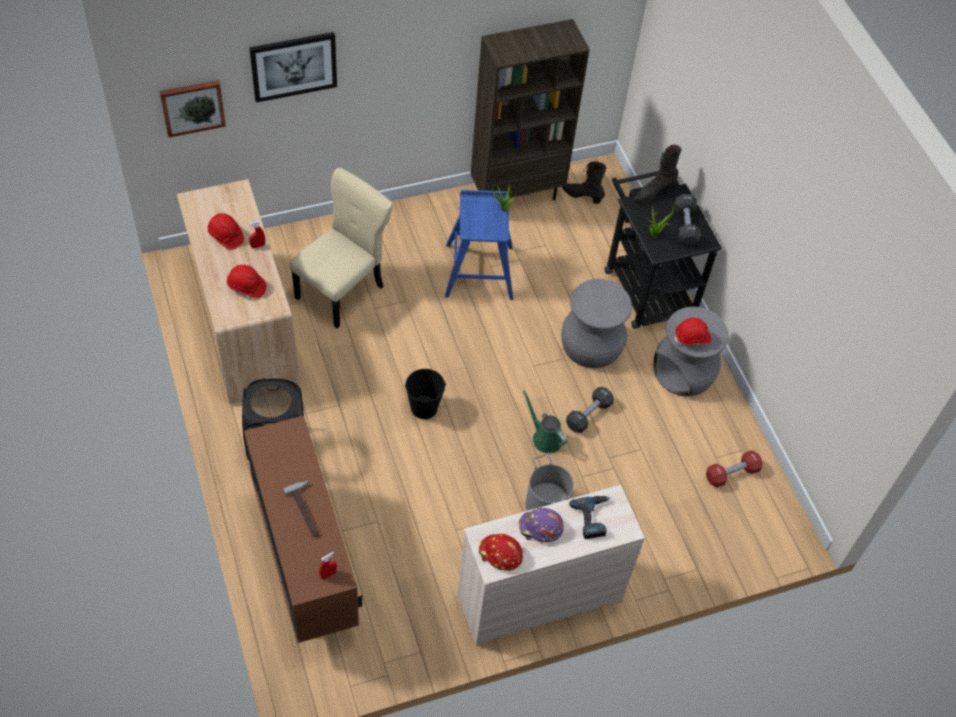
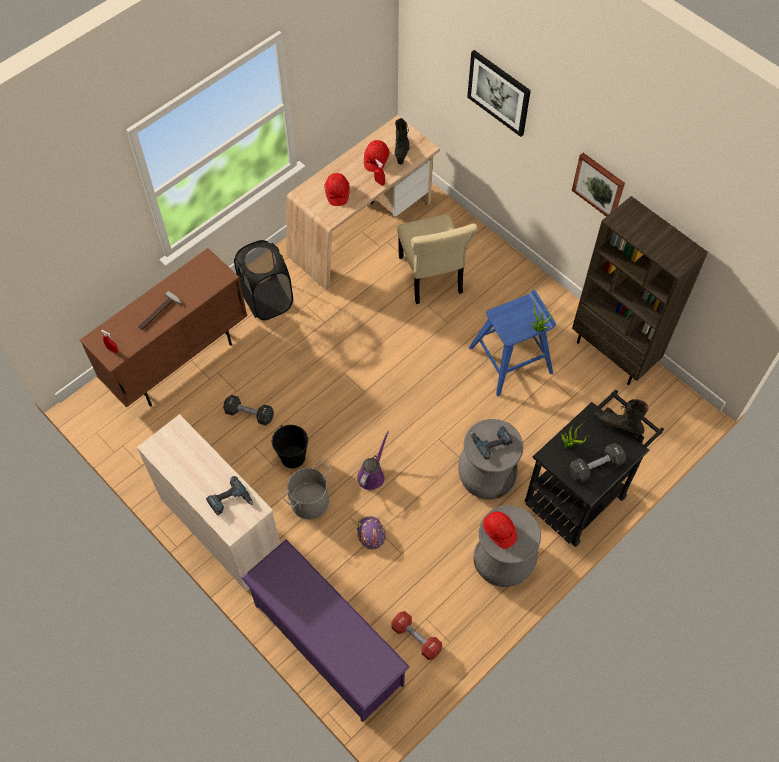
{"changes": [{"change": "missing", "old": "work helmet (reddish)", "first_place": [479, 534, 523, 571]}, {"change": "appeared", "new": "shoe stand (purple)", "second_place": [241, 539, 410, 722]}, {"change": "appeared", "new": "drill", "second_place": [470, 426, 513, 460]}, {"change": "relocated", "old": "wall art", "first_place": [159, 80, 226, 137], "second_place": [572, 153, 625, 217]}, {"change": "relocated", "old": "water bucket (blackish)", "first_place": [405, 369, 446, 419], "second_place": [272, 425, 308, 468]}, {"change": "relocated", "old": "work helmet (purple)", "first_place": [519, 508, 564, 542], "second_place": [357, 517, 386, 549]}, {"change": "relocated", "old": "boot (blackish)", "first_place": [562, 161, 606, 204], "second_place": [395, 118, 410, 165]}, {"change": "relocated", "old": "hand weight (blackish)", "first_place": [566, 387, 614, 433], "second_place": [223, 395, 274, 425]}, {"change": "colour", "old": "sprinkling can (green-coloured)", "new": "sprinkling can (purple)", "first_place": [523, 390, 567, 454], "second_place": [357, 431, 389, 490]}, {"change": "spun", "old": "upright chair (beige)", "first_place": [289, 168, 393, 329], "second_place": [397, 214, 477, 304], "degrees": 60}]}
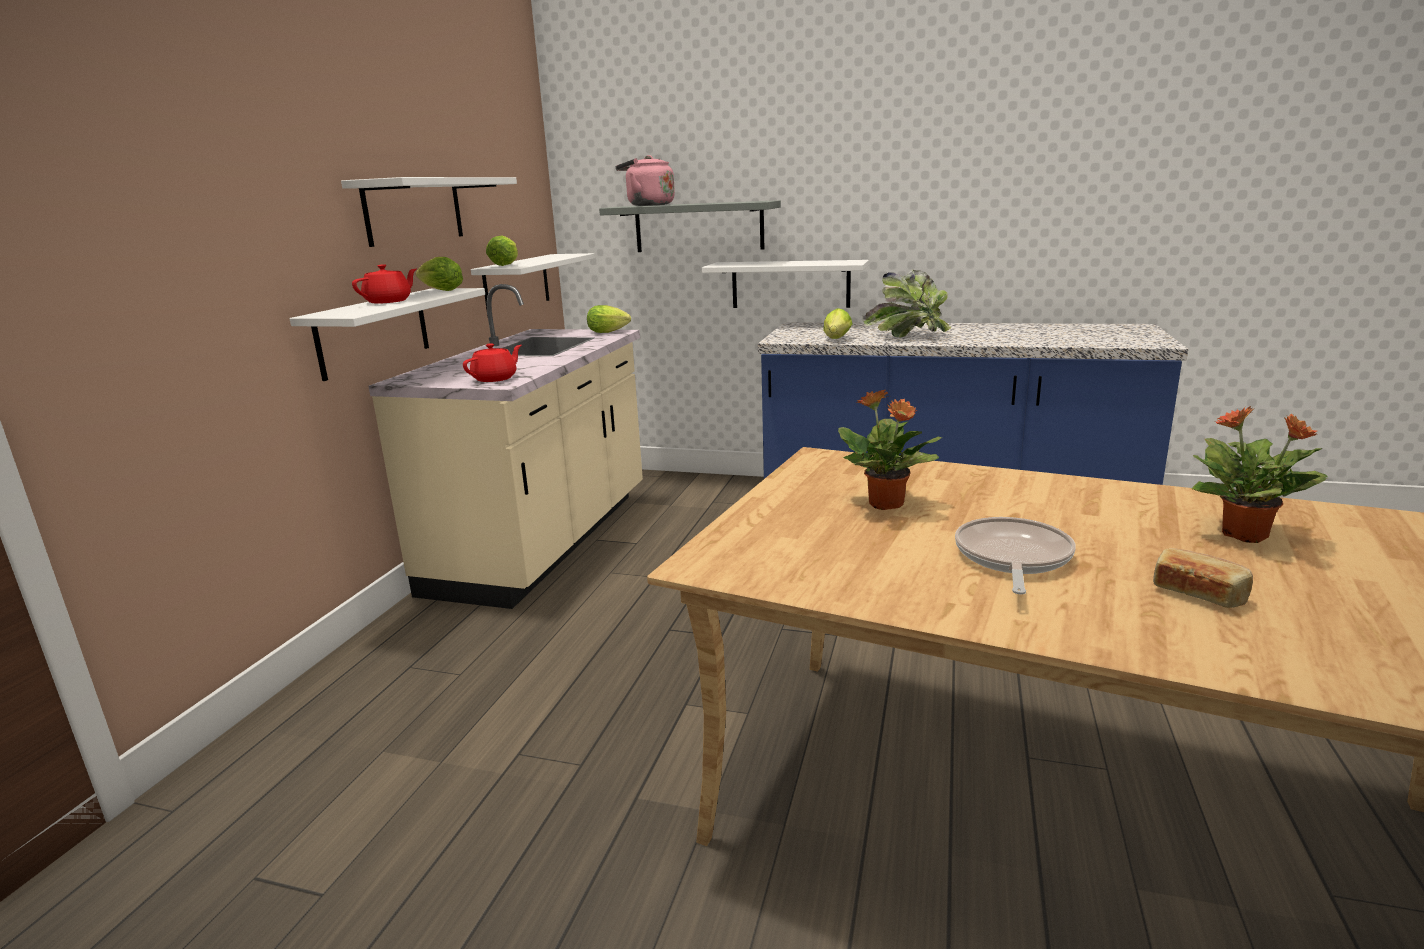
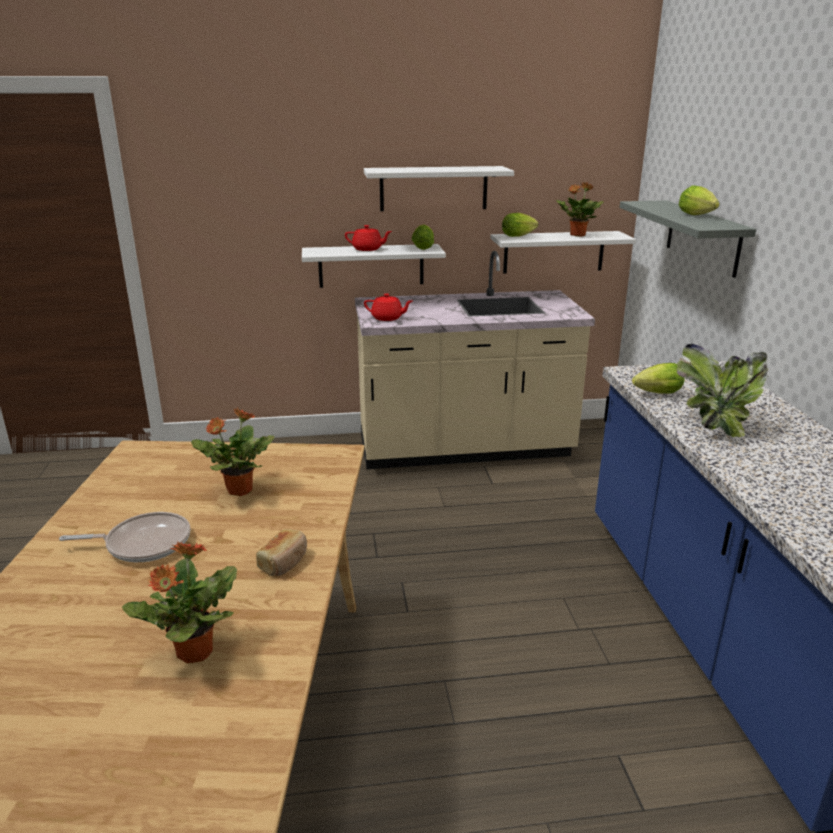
{"changes": [{"change": "missing", "old": "water kettle (pinkish)", "first_place": [615, 155, 675, 206]}, {"change": "missing", "old": "shelf (white)", "first_place": [702, 260, 869, 308]}, {"change": "appeared", "new": "houseplant", "second_place": [556, 182, 604, 237]}, {"change": "relocated", "old": "lettuce", "first_place": [587, 305, 631, 333], "second_place": [679, 186, 720, 215]}, {"change": "relocated", "old": "bakery bread", "first_place": [1153, 548, 1253, 608], "second_place": [256, 529, 307, 576]}]}
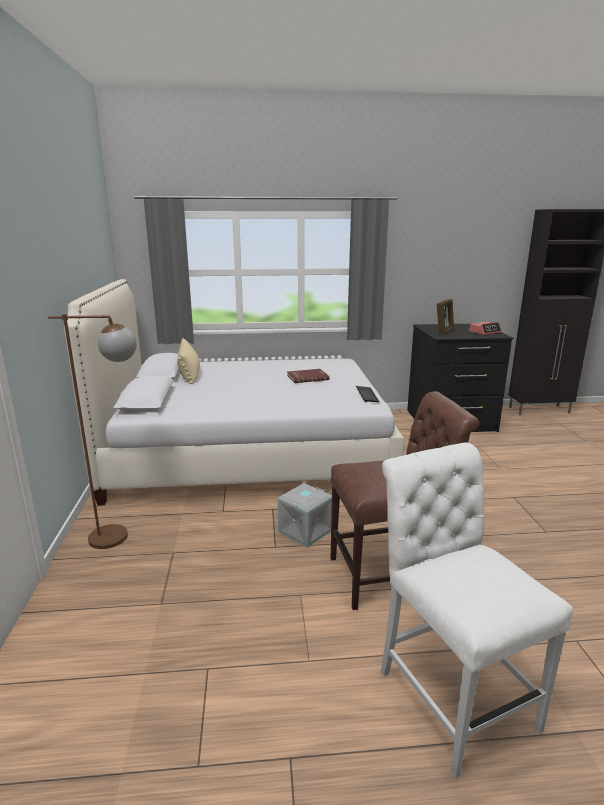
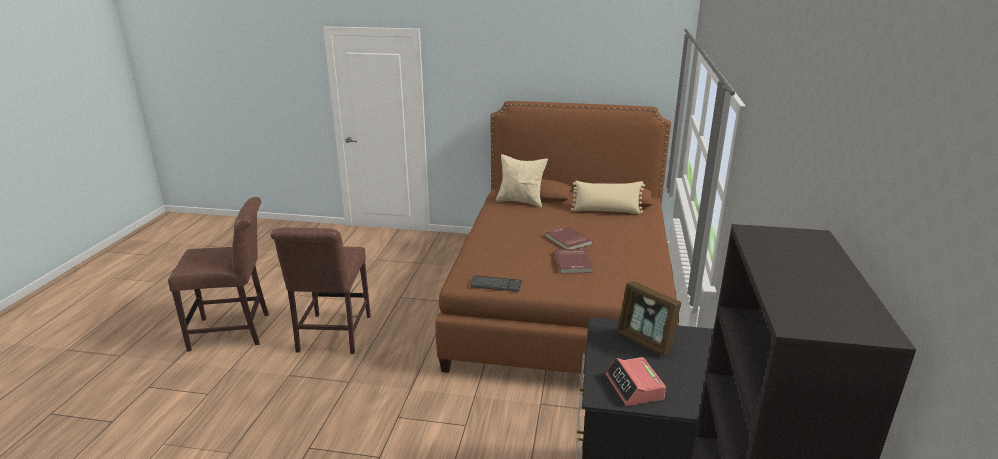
{"changes": [{"change": "missing", "old": "floor lamp (brown-coloured)", "first_place": [48, 314, 137, 549]}, {"change": "missing", "old": "storage box (gray)", "first_place": [277, 483, 332, 548]}, {"change": "appeared", "new": "pillow (beige)", "second_place": [496, 154, 548, 207]}, {"change": "appeared", "new": "volume (reddish)", "second_place": [546, 226, 593, 249]}, {"change": "colour", "old": "bed (white)", "new": "bed (brown-coloured)", "first_place": [64, 279, 404, 506], "second_place": [436, 101, 679, 374]}, {"change": "colour", "old": "upright chair (white)", "new": "upright chair (brown-coloured)", "first_place": [381, 442, 573, 778], "second_place": [168, 197, 269, 352]}]}
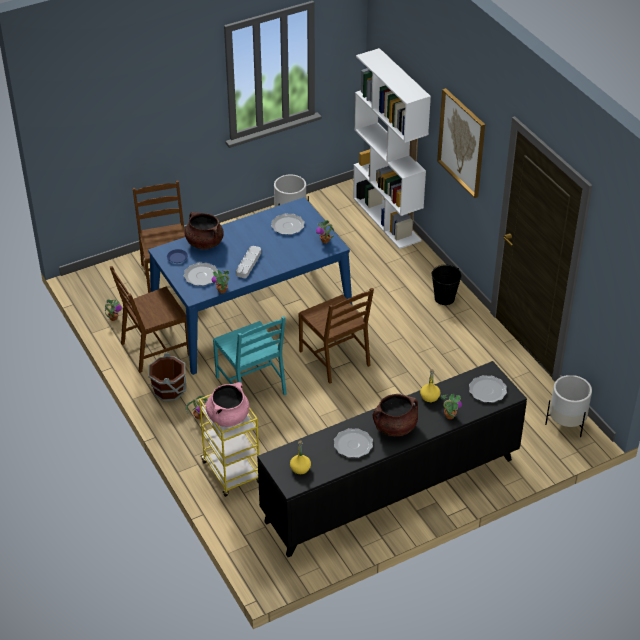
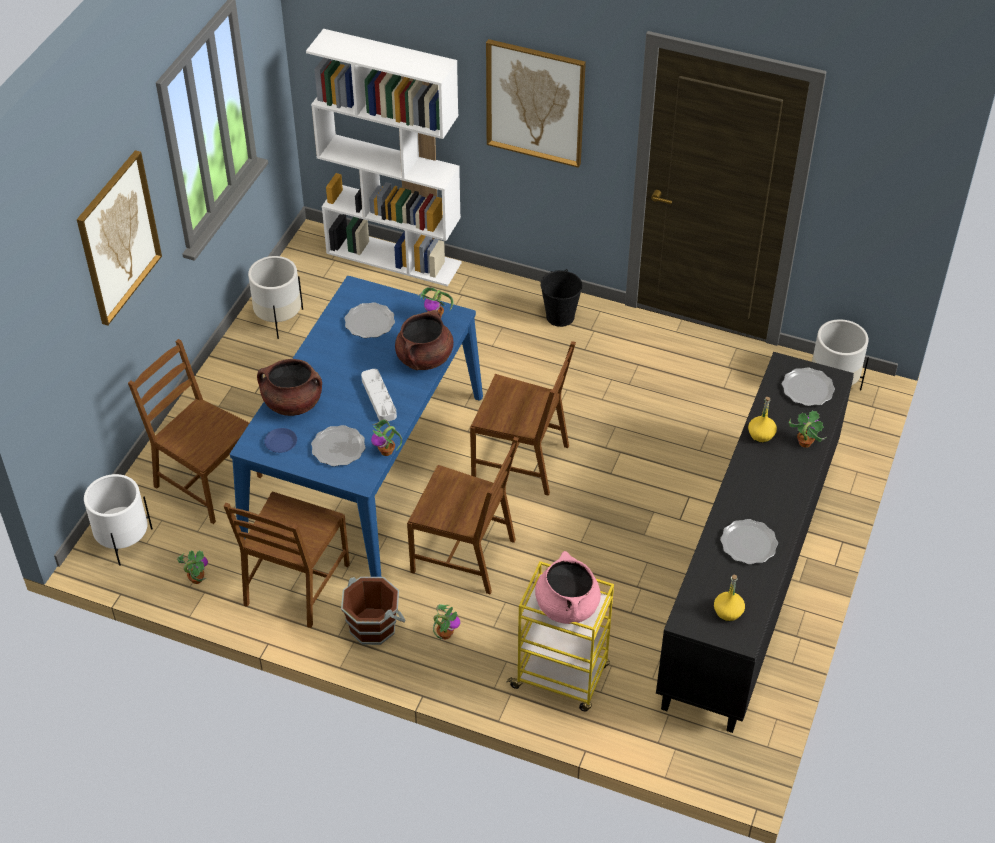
{"changes": [{"change": "appeared", "new": "wall art", "second_place": [77, 150, 162, 326]}, {"change": "appeared", "new": "flower pot (white)", "second_place": [84, 474, 153, 566]}, {"change": "relocated", "old": "cooking pot (brown-coloured)", "first_place": [373, 394, 418, 436], "second_place": [395, 310, 453, 370]}, {"change": "colour", "old": "upright chair (blue-green)", "new": "upright chair (brown-coloured)", "first_place": [213, 316, 287, 395], "second_place": [407, 437, 519, 594]}]}
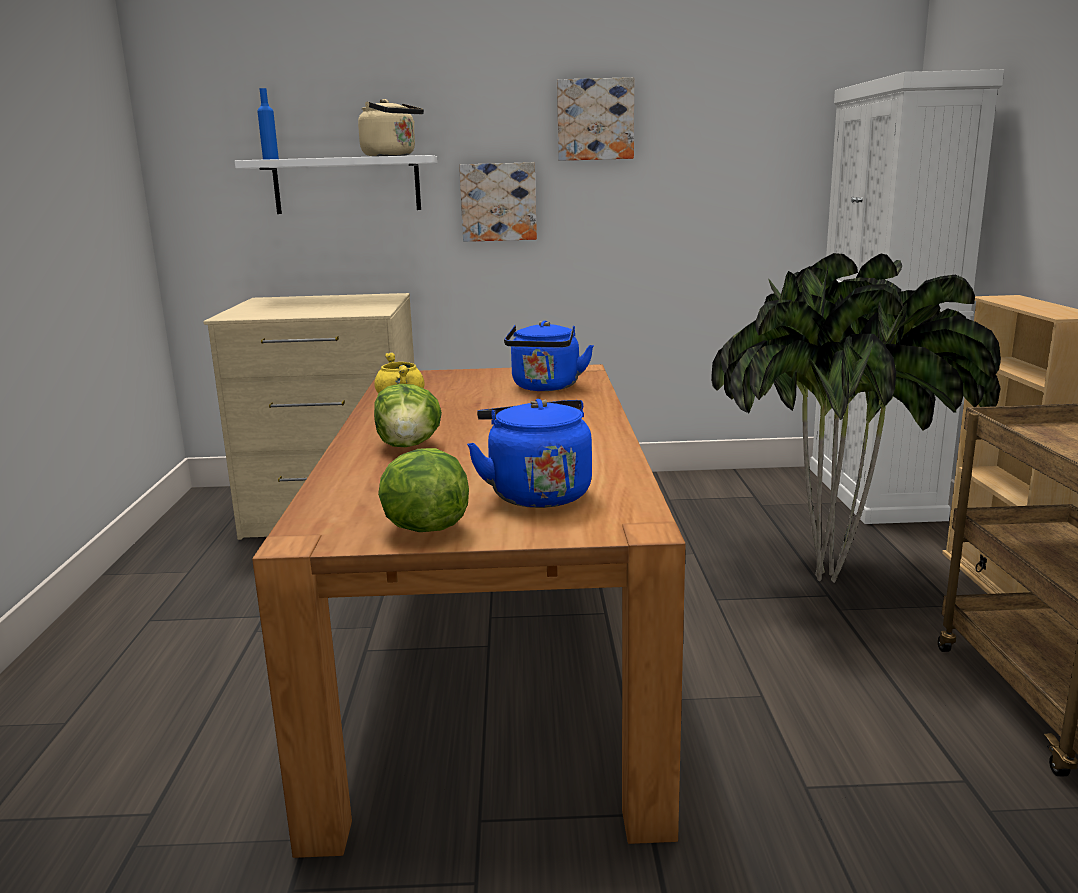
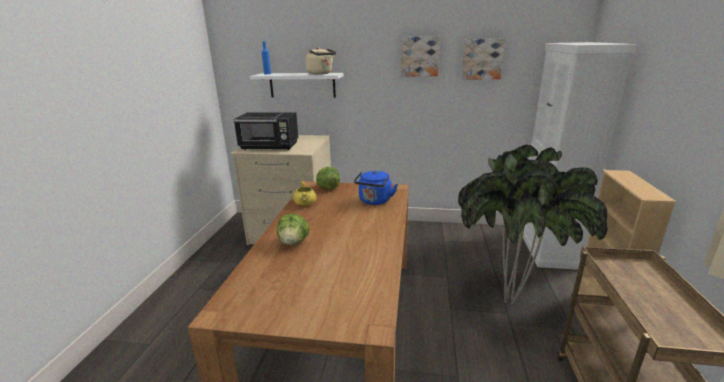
{"changes": [{"change": "missing", "old": "water kettle (blue)", "first_place": [467, 399, 592, 508]}, {"change": "appeared", "new": "kitchen microwave (blackish)", "second_place": [233, 112, 298, 150]}, {"change": "relocated", "old": "lettuce", "first_place": [378, 448, 469, 532], "second_place": [316, 167, 340, 189]}, {"change": "relocated", "old": "wall art", "first_place": [459, 162, 537, 242], "second_place": [461, 39, 505, 79]}]}
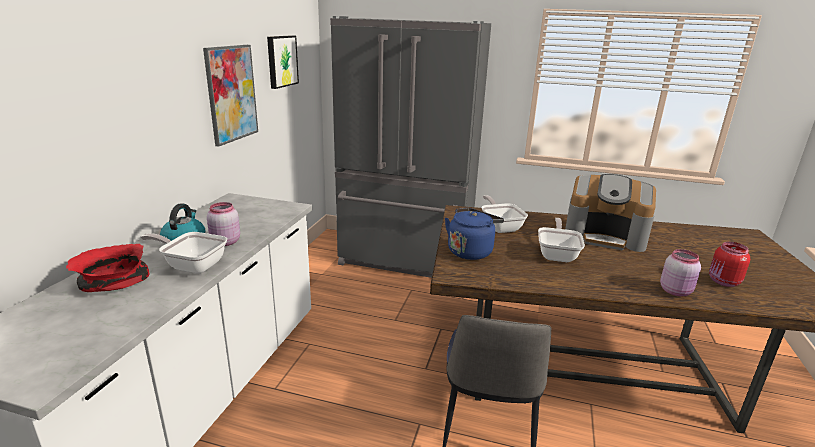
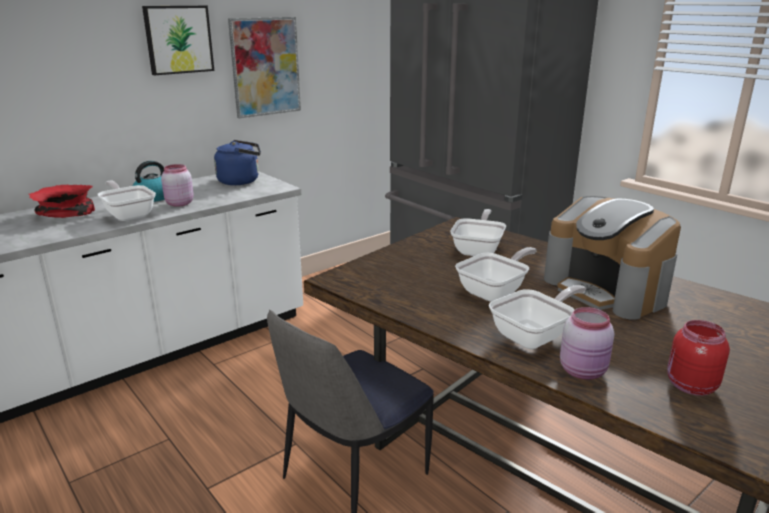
{"changes": [{"change": "appeared", "new": "pan", "second_place": [489, 285, 587, 349]}, {"change": "relocated", "old": "wall art", "first_place": [267, 35, 299, 89], "second_place": [142, 5, 214, 75]}, {"change": "relocated", "old": "water kettle (blue)", "first_place": [445, 208, 504, 260], "second_place": [214, 140, 261, 185]}]}
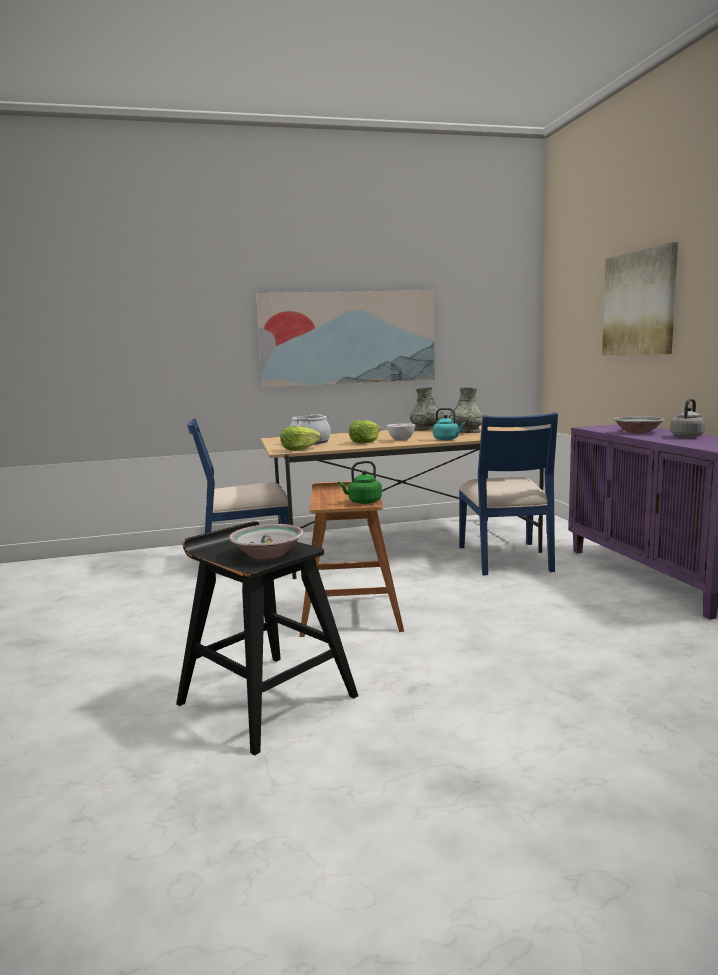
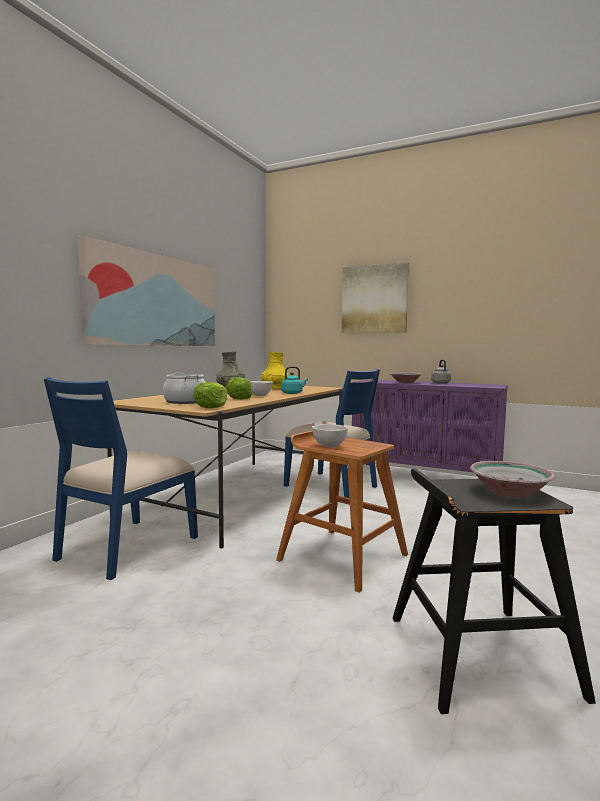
{"changes": [{"change": "missing", "old": "water kettle (green-coloured)", "first_place": [338, 461, 382, 504]}, {"change": "appeared", "new": "serving bowl (white)", "second_place": [312, 424, 348, 447]}, {"change": "colour", "old": "vase (gray)", "new": "vase (yellow)", "first_place": [448, 387, 483, 433], "second_place": [261, 352, 289, 389]}]}
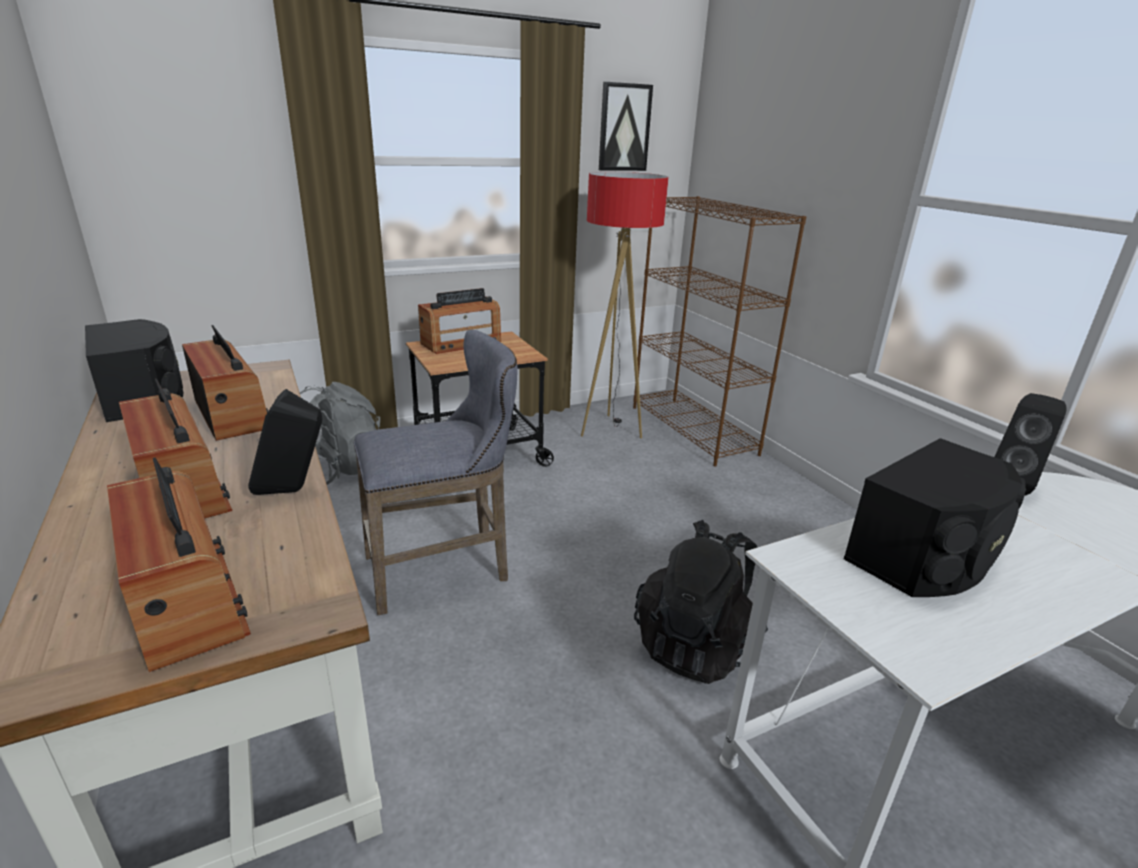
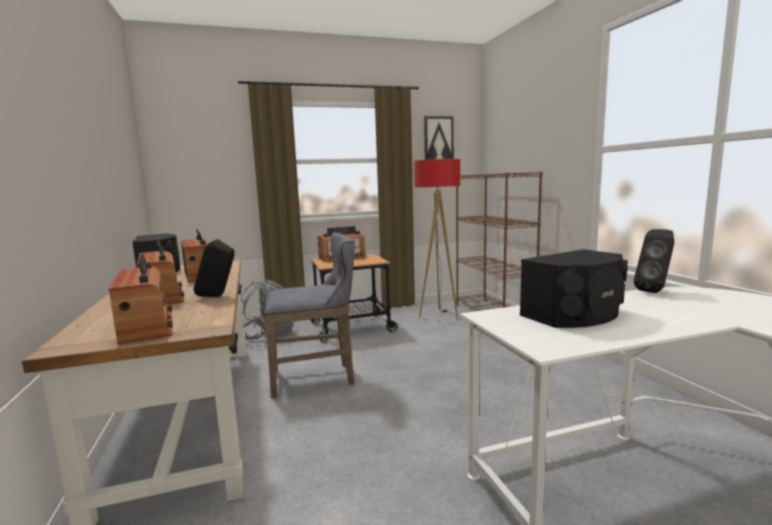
{"changes": [{"change": "missing", "old": "knapsack (blackish)", "first_place": [634, 520, 768, 684]}]}
